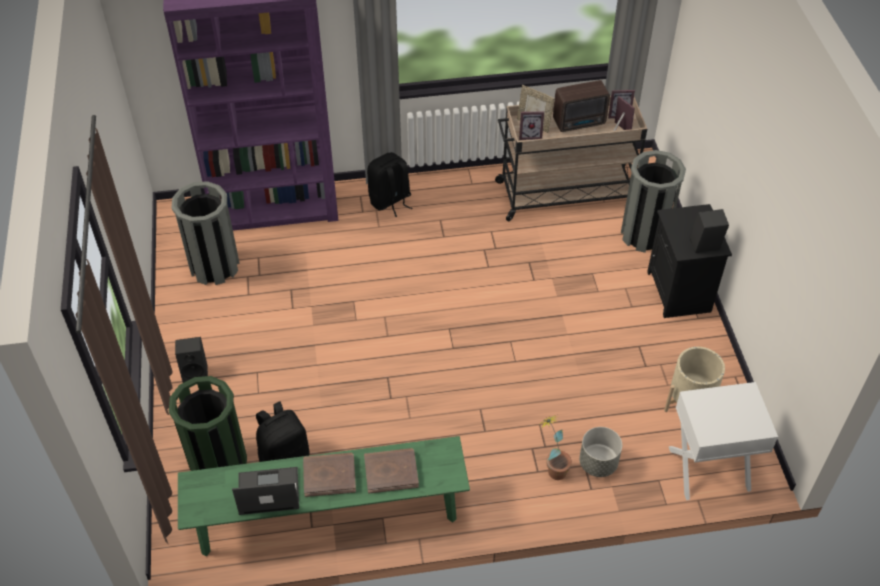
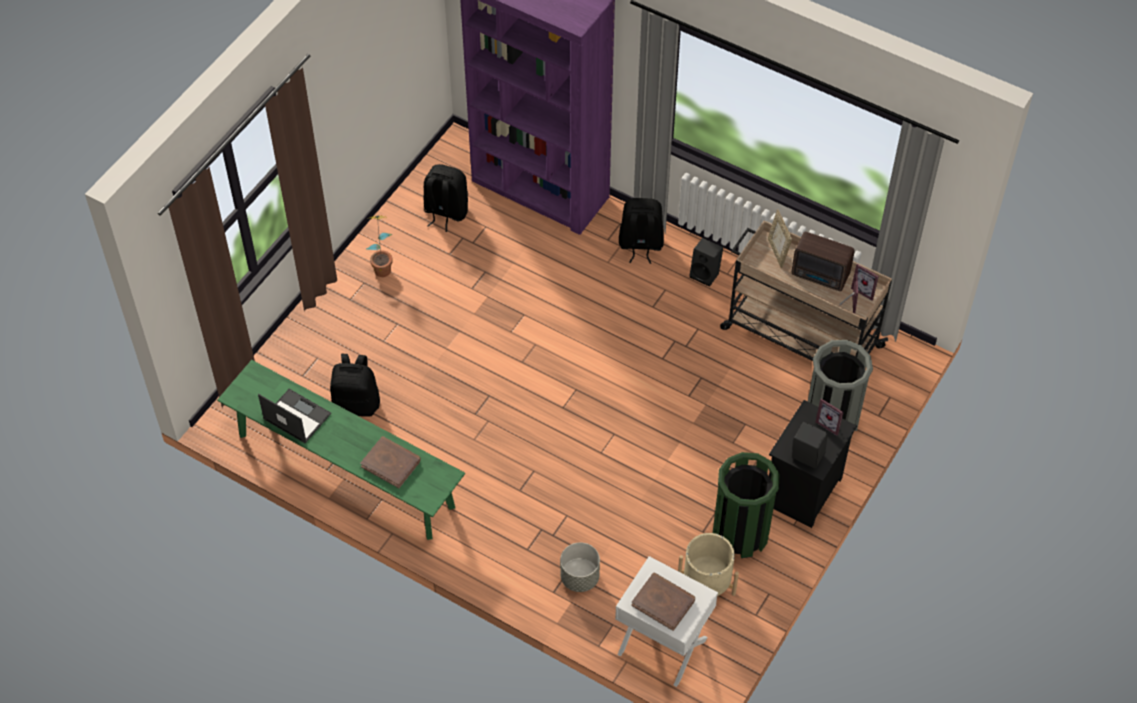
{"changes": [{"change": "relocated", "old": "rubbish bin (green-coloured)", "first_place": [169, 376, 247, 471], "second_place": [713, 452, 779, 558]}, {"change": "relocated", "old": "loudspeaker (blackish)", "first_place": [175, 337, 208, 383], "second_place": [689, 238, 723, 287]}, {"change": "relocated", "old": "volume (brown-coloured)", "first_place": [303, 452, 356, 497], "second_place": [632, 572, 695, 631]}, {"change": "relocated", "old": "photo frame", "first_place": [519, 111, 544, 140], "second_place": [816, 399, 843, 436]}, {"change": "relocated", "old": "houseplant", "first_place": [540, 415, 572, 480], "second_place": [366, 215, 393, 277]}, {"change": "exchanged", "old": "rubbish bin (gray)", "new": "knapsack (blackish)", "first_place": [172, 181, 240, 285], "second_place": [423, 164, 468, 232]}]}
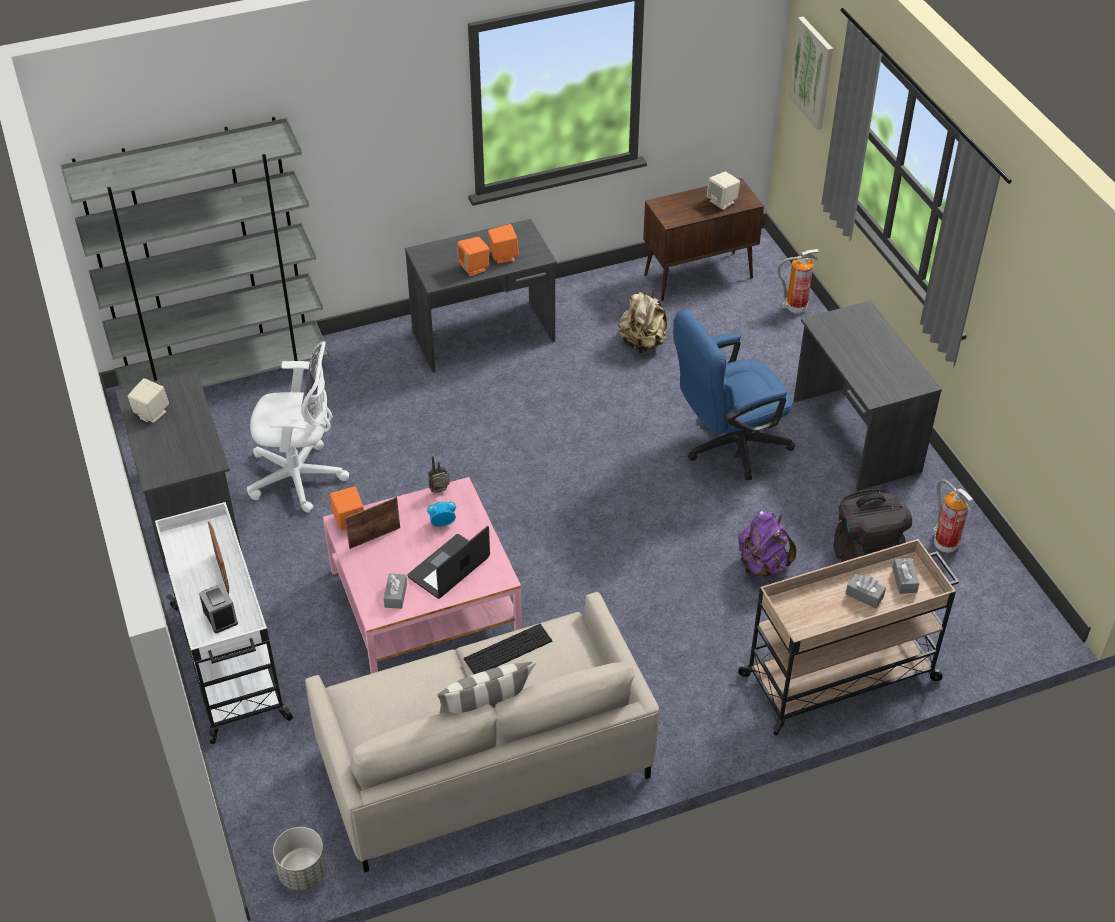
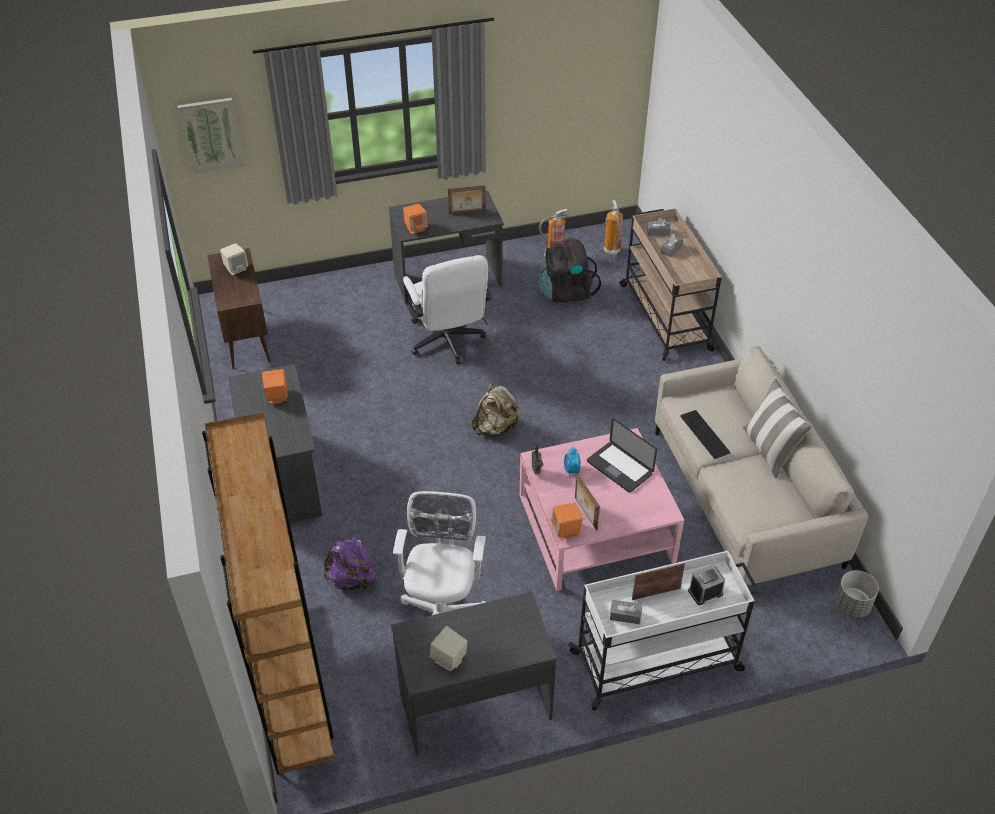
{"changes": [{"change": "appeared", "new": "photo frame", "second_place": [448, 185, 486, 214]}, {"change": "relocated", "old": "tissue box (gray)", "first_place": [384, 573, 407, 609], "second_place": [610, 600, 642, 624]}, {"change": "relocated", "old": "loudspeaker (orange-coloured)", "first_place": [457, 237, 490, 277], "second_place": [403, 204, 428, 234]}, {"change": "relocated", "old": "knapsack (beige)", "first_place": [618, 289, 667, 354], "second_place": [472, 383, 521, 437]}, {"change": "relocated", "old": "knapsack (purple)", "first_place": [738, 511, 796, 577], "second_place": [324, 533, 377, 591]}, {"change": "relocated", "old": "fire extinguisher", "first_place": [777, 249, 819, 314], "second_place": [604, 200, 623, 256]}, {"change": "colour", "old": "bookshelf (gray)", "new": "bookshelf (brown-coloured)", "first_place": [61, 117, 329, 389], "second_place": [202, 412, 335, 775]}, {"change": "colour", "old": "office chair (blue)", "new": "office chair (white)", "first_place": [673, 310, 795, 480], "second_place": [403, 255, 491, 365]}]}
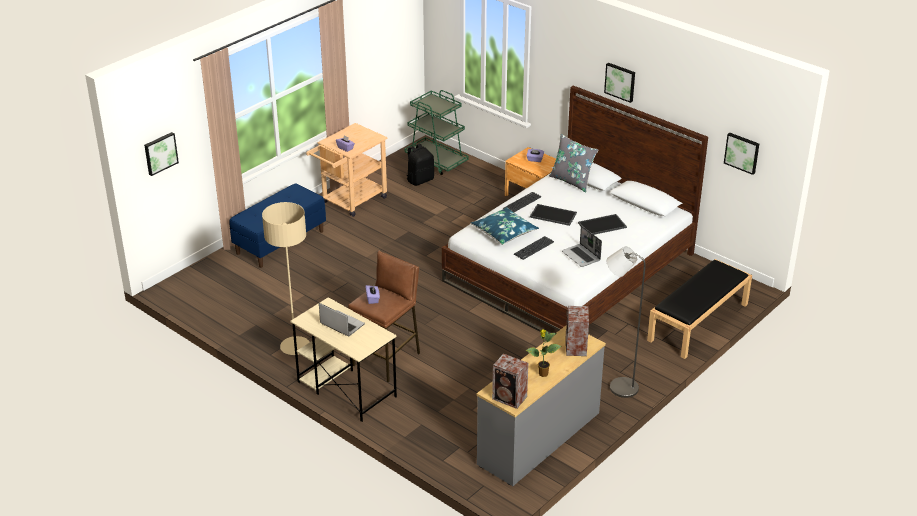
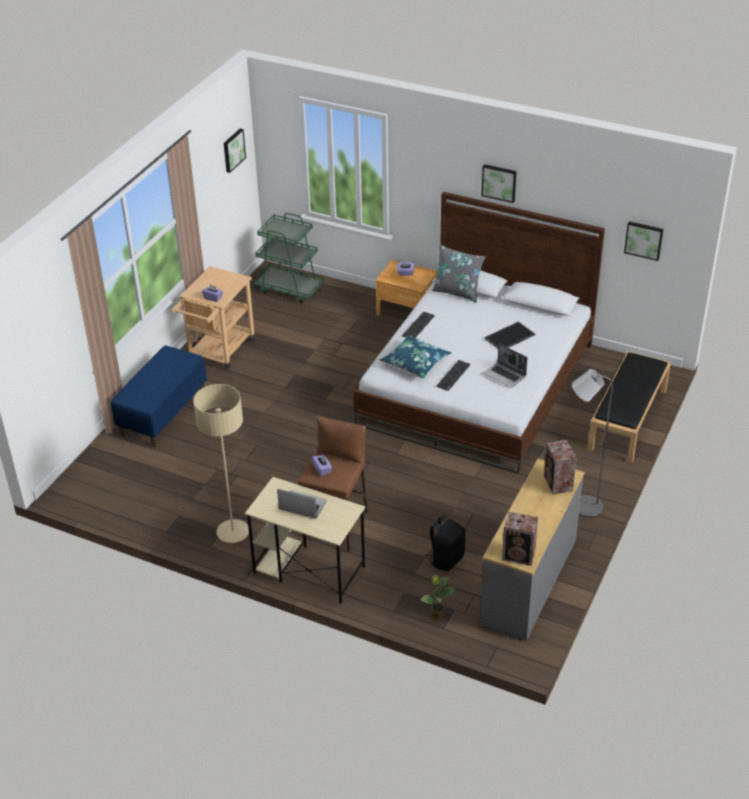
{"changes": [{"change": "missing", "old": "carrying tray", "first_place": [530, 204, 577, 226]}, {"change": "relocated", "old": "wall art", "first_place": [144, 132, 179, 176], "second_place": [224, 129, 246, 173]}, {"change": "relocated", "old": "knapsack (blackish)", "first_place": [406, 144, 434, 186], "second_place": [425, 515, 465, 571]}, {"change": "relocated", "old": "houseplant", "first_place": [525, 329, 562, 377], "second_place": [420, 574, 455, 620]}]}
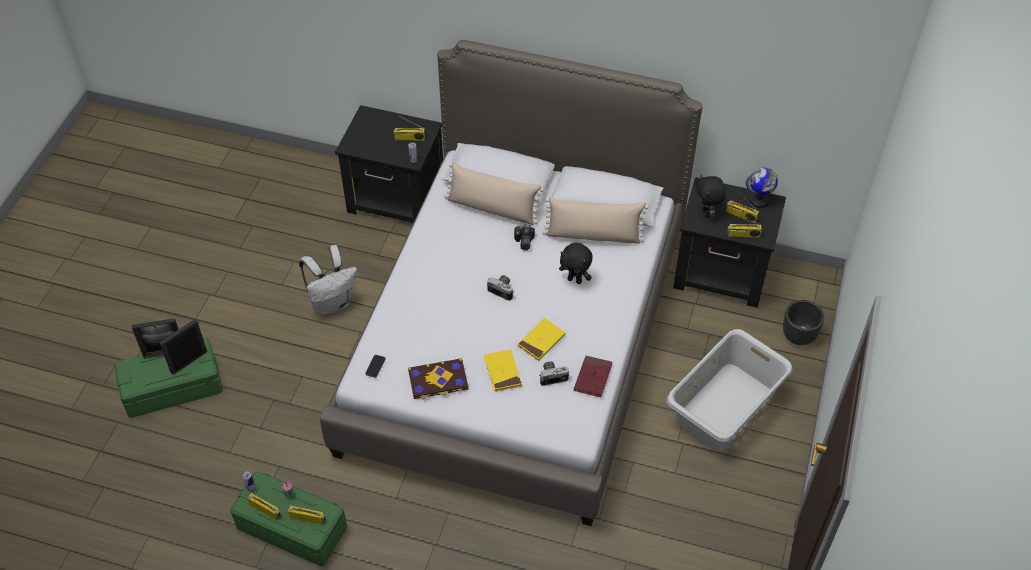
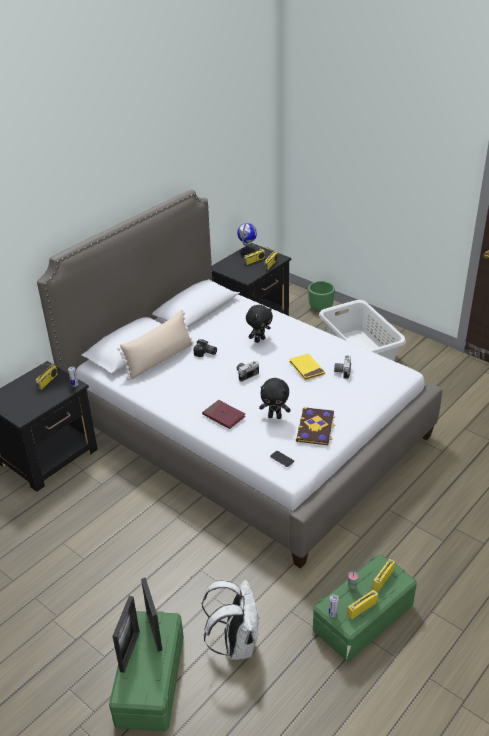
{"changes": [{"change": "missing", "old": "volume (yellow)", "first_place": [484, 350, 522, 392]}, {"change": "missing", "old": "pillow (beige)", "first_place": [543, 197, 649, 244]}, {"change": "relocated", "old": "knapsack (white)", "first_place": [299, 245, 358, 315], "second_place": [202, 580, 259, 660]}, {"change": "relocated", "old": "volume (reddish)", "first_place": [574, 356, 612, 397], "second_place": [202, 400, 246, 429]}, {"change": "relocated", "old": "cuddly toy (blackish)", "first_place": [696, 174, 726, 218], "second_place": [259, 378, 291, 419]}, {"change": "colour", "old": "flower pot (blackish)", "new": "flower pot (green-coloured)", "first_place": [783, 300, 824, 345], "second_place": [308, 281, 335, 312]}]}
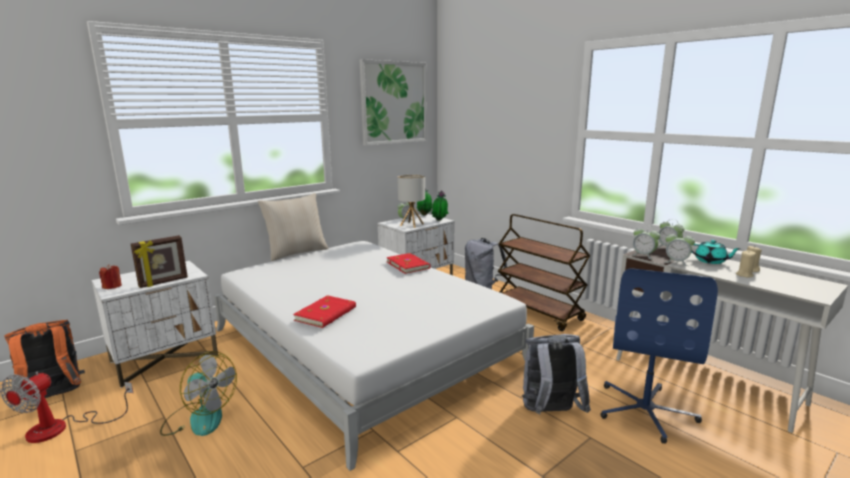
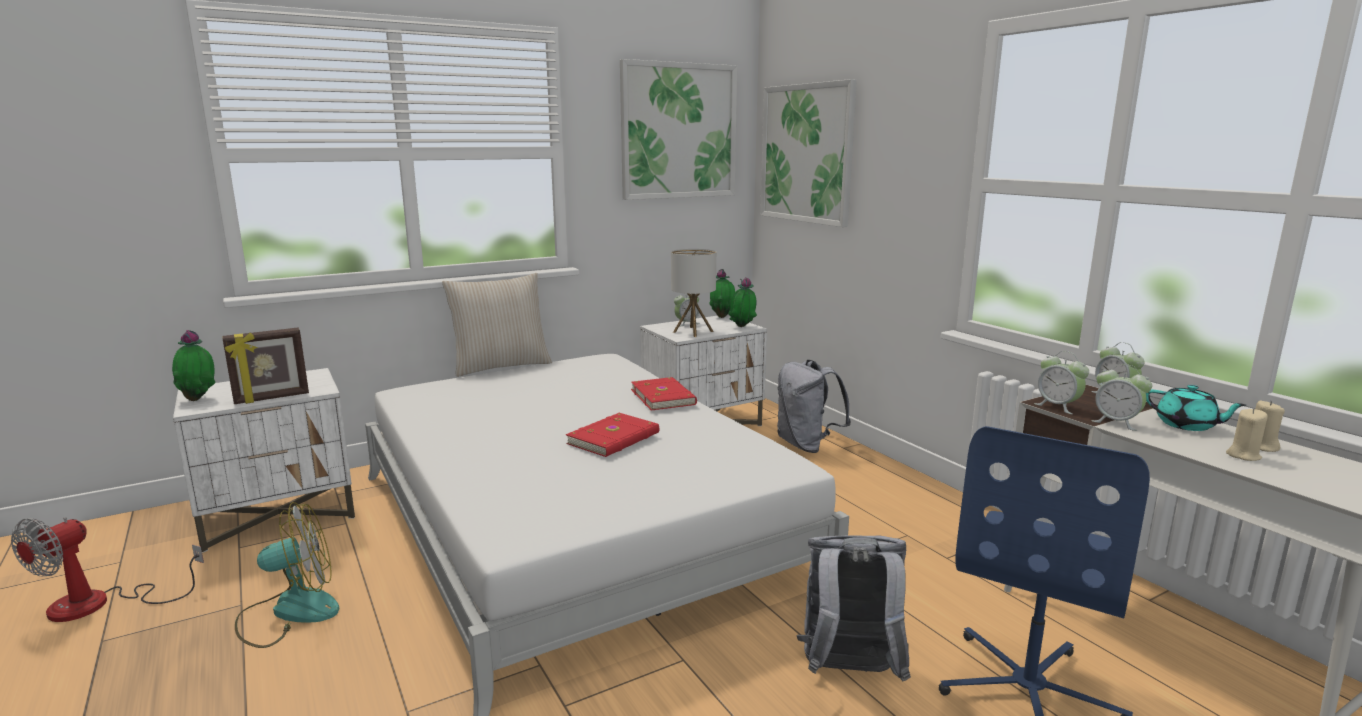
{"changes": [{"change": "missing", "old": "knapsack (orange-coloured)", "first_place": [4, 320, 85, 401]}, {"change": "missing", "old": "cart (brown-coloured)", "first_place": [498, 214, 590, 331]}, {"change": "appeared", "new": "wall art", "second_place": [760, 79, 857, 227]}, {"change": "relocated", "old": "volume (reddish)", "first_place": [293, 295, 356, 328], "second_place": [566, 413, 659, 457]}, {"change": "exchanged", "old": "wax candle (reddish)", "new": "houseplant", "first_place": [99, 264, 122, 289], "second_place": [172, 330, 215, 401]}, {"change": "spun", "old": "fan", "first_place": [160, 351, 237, 436], "second_place": [235, 502, 340, 648], "degrees": -60}]}
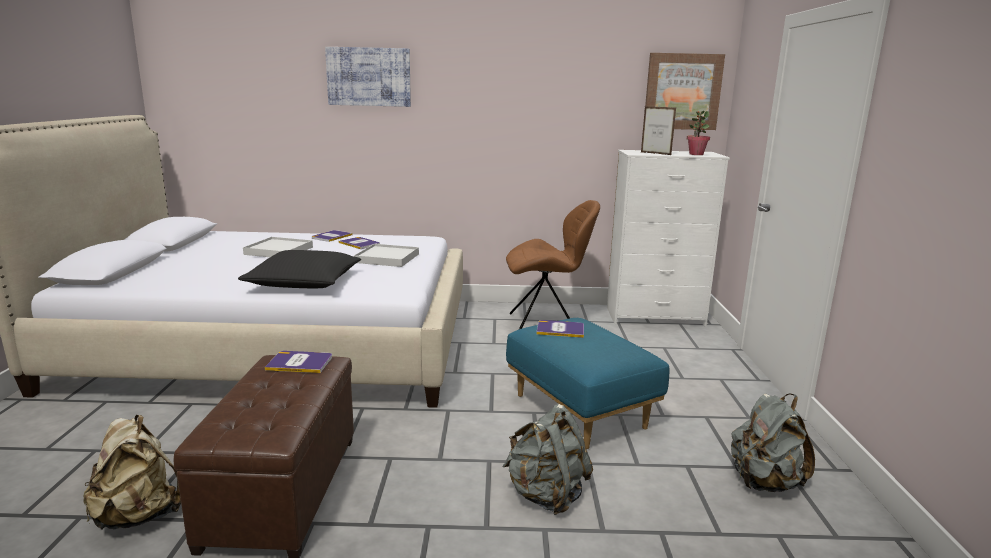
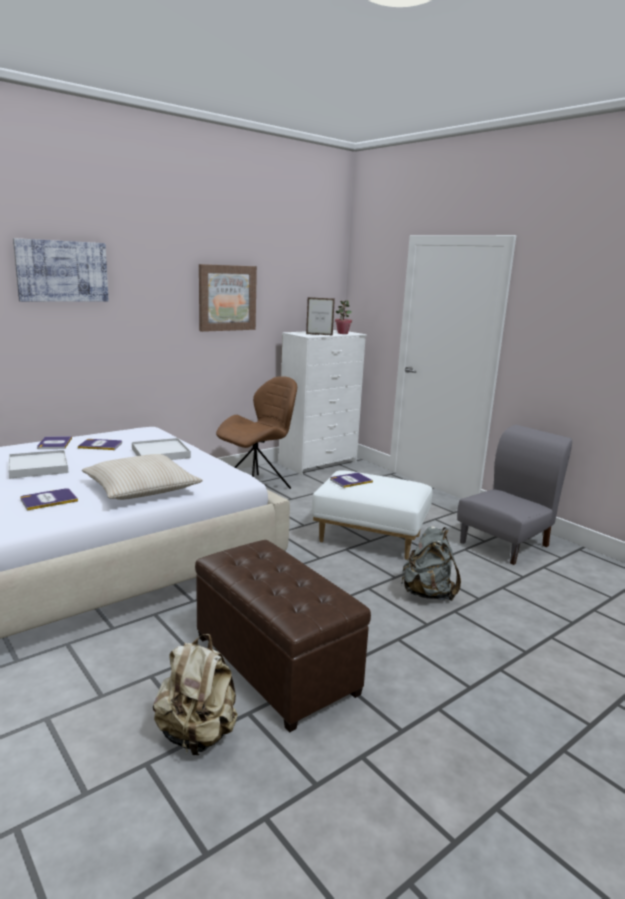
{"changes": [{"change": "relocated", "old": "volume", "first_place": [265, 351, 332, 373], "second_place": [20, 488, 78, 511]}, {"change": "relocated", "old": "wall art", "first_place": [645, 53, 725, 130], "second_place": [199, 264, 257, 332]}, {"change": "exchanged", "old": "knapsack (gray)", "new": "upright chair (gray)", "first_place": [731, 393, 815, 492], "second_place": [457, 425, 572, 565]}, {"change": "colour", "old": "pillow (blackish)", "new": "pillow (beige)", "first_place": [238, 250, 361, 288], "second_place": [82, 454, 203, 500]}, {"change": "colour", "old": "ottoman (blue)", "new": "ottoman (white)", "first_place": [506, 318, 669, 449], "second_place": [311, 470, 432, 560]}]}
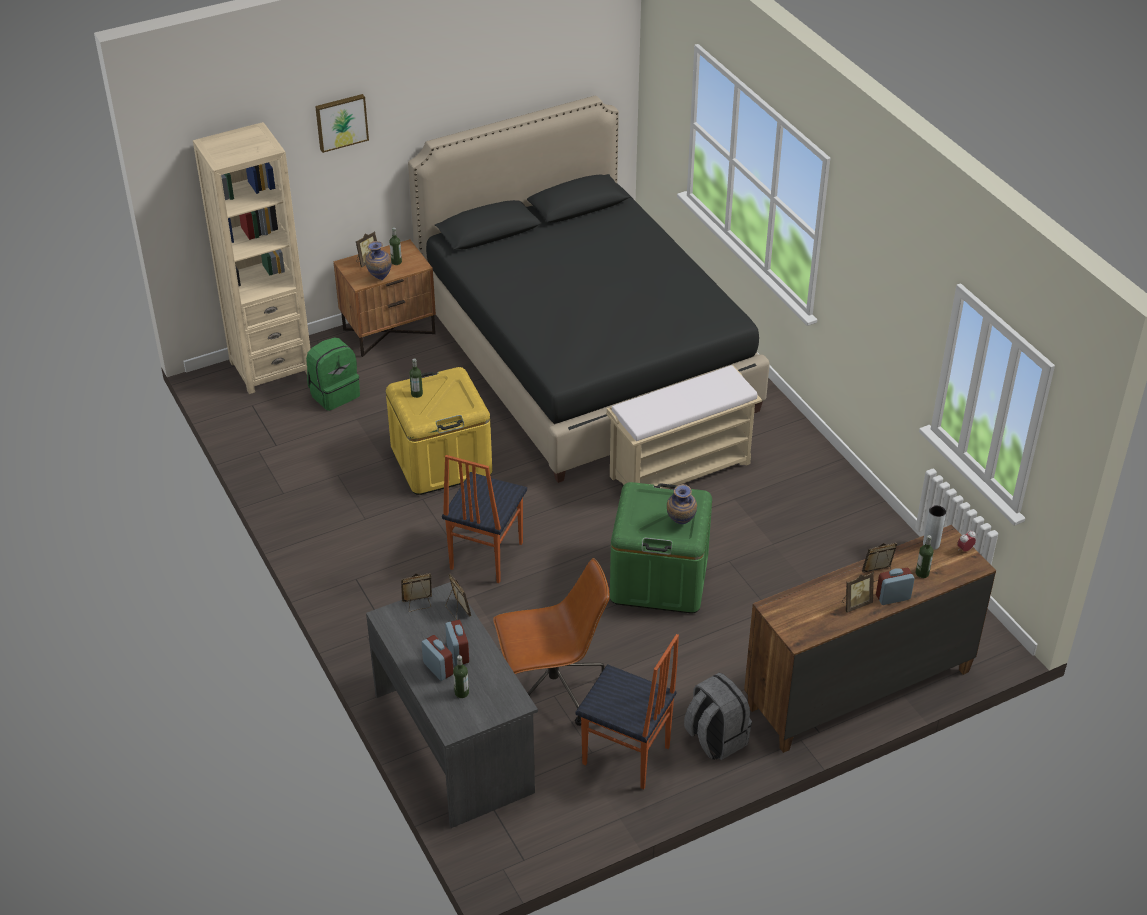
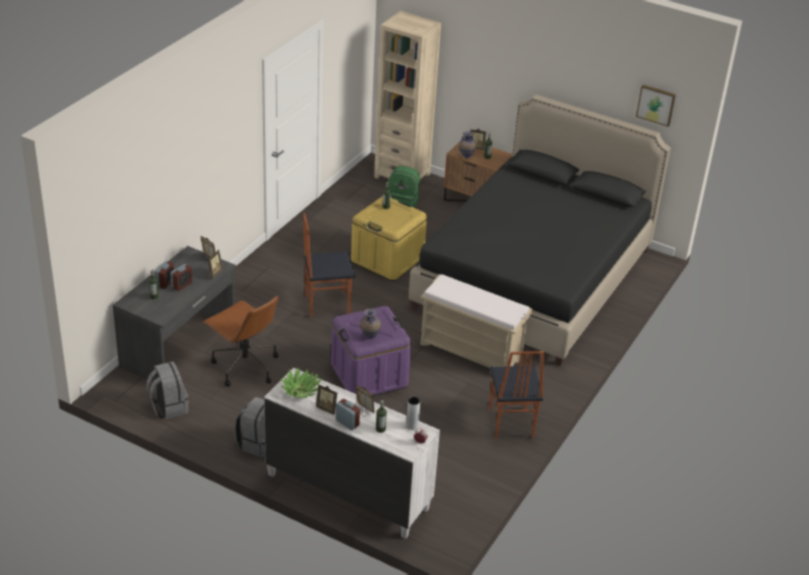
{"changes": [{"change": "appeared", "new": "knapsack (gray)", "second_place": [146, 361, 189, 419]}, {"change": "appeared", "new": "houseplant", "second_place": [280, 368, 322, 398]}, {"change": "relocated", "old": "wall art", "first_place": [315, 94, 369, 153], "second_place": [636, 85, 676, 127]}, {"change": "relocated", "old": "upright chair", "first_place": [576, 634, 679, 789], "second_place": [489, 351, 544, 439]}, {"change": "colour", "old": "storage box (green-coloured)", "new": "storage box (purple)", "first_place": [610, 482, 712, 614], "second_place": [331, 306, 411, 396]}, {"change": "colour", "old": "drawer chest (brown-coloured)", "new": "drawer chest (white)", "first_place": [744, 525, 996, 753], "second_place": [264, 368, 440, 539]}]}
